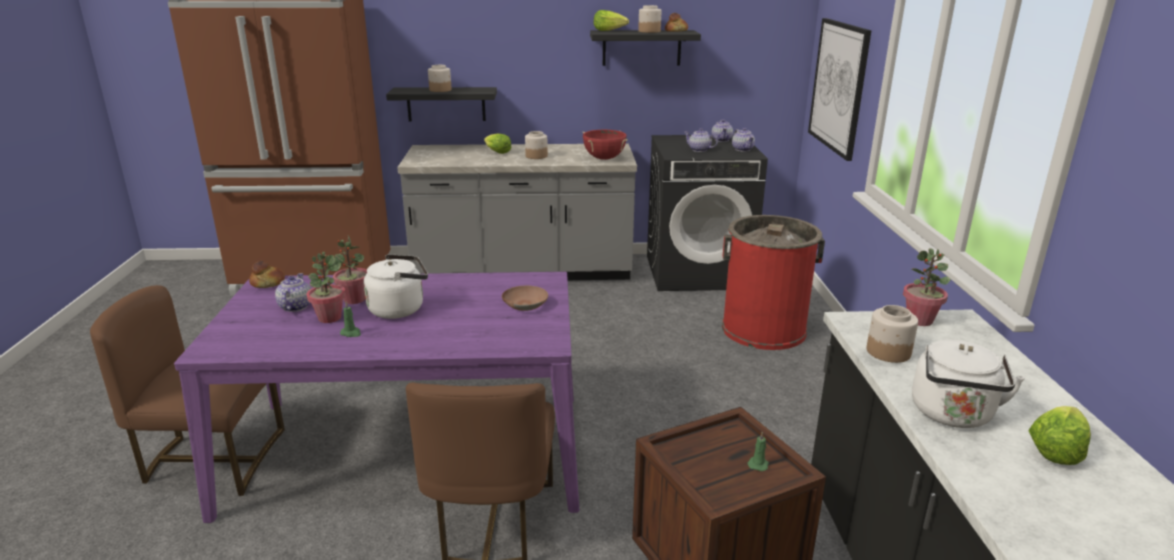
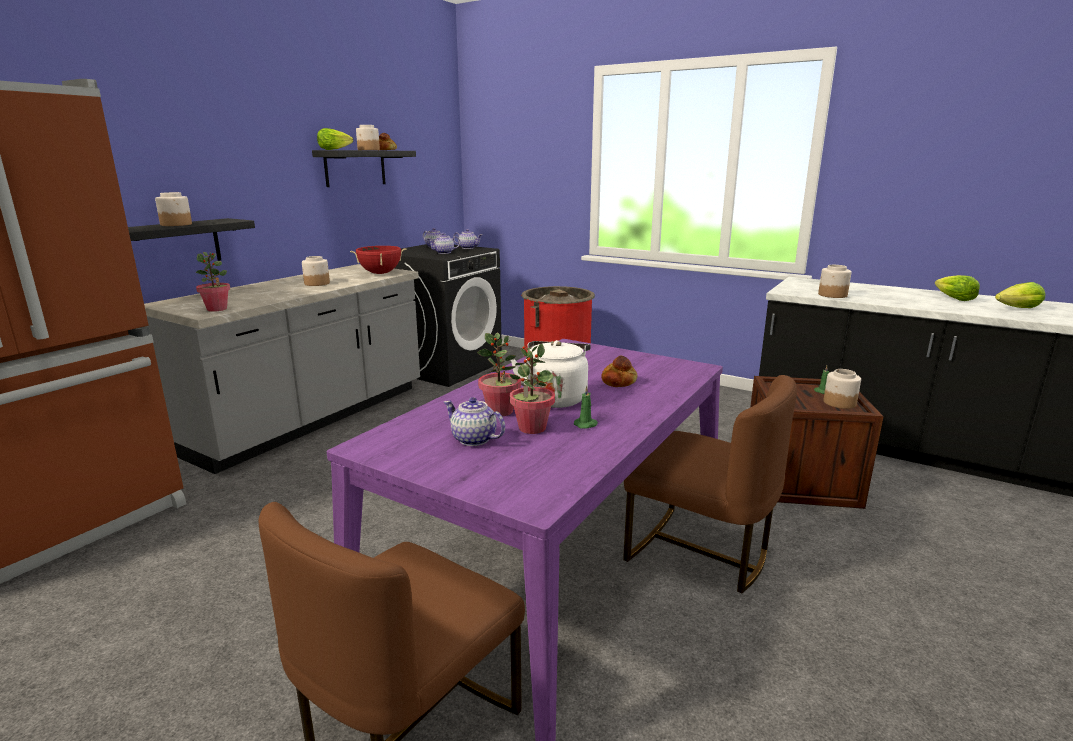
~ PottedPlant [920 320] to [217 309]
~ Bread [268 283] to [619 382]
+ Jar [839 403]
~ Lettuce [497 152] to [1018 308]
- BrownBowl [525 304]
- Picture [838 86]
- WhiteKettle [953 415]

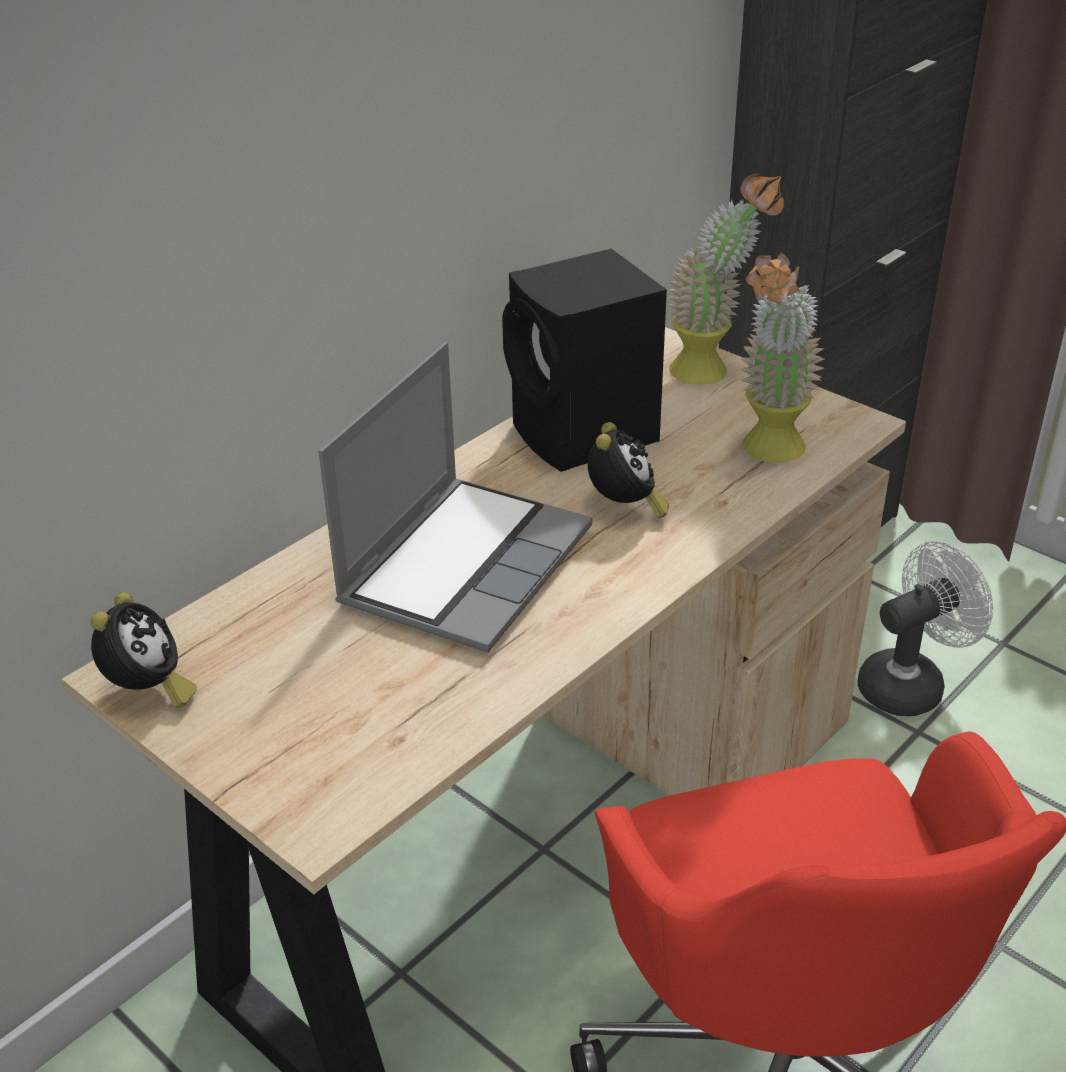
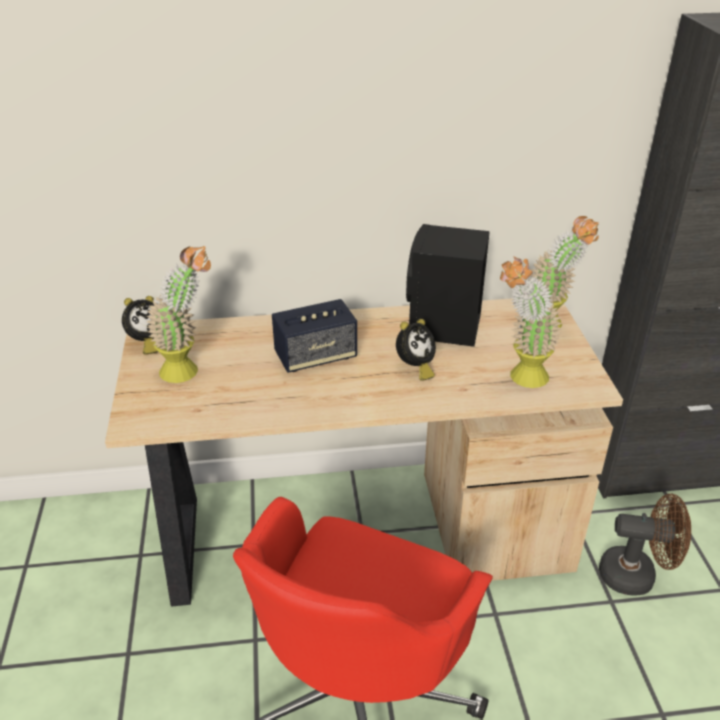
+ PottedPlant [189 370]
~ Laptop [465 564] to Speaker [315 356]
~ WhiteFan [910 683] to BrownFan [636 575]

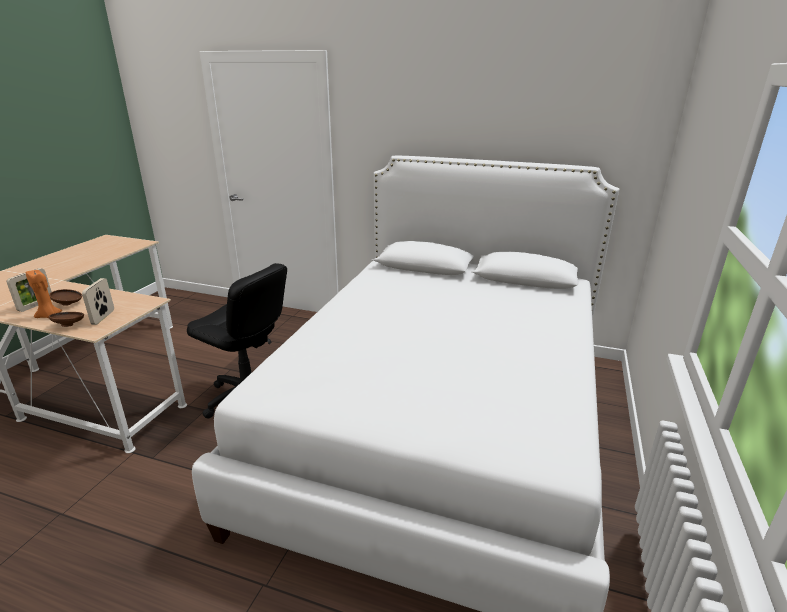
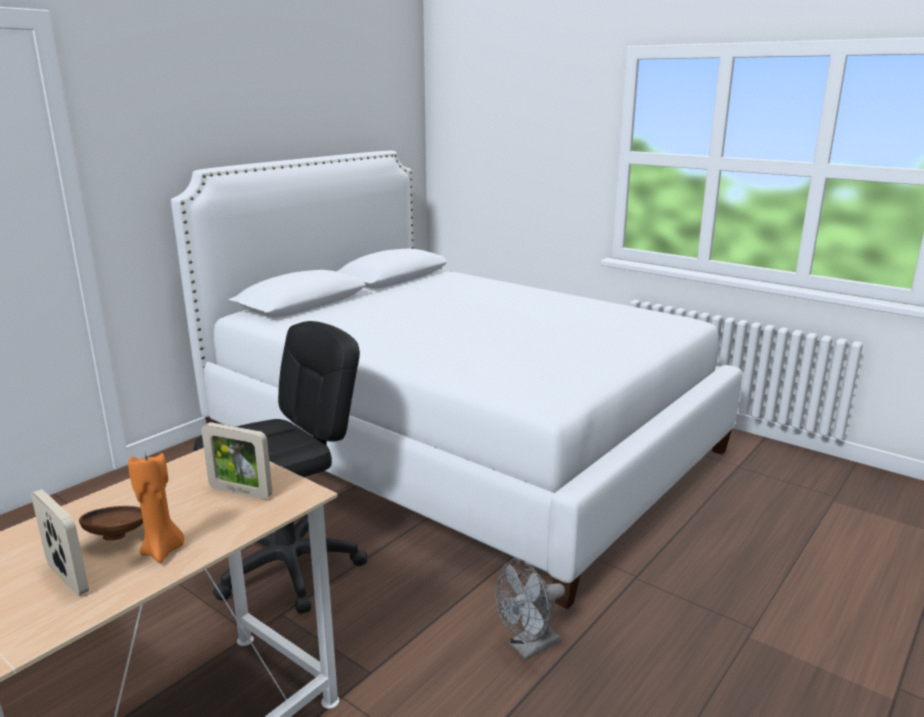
+ GreyFan [528 647]
- BrownBowl [70 325]

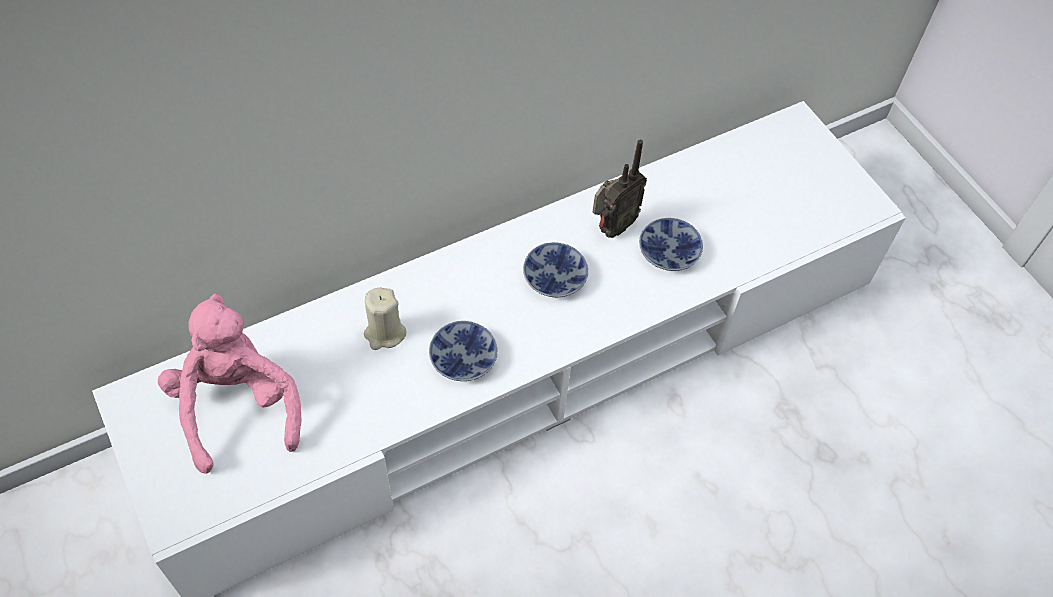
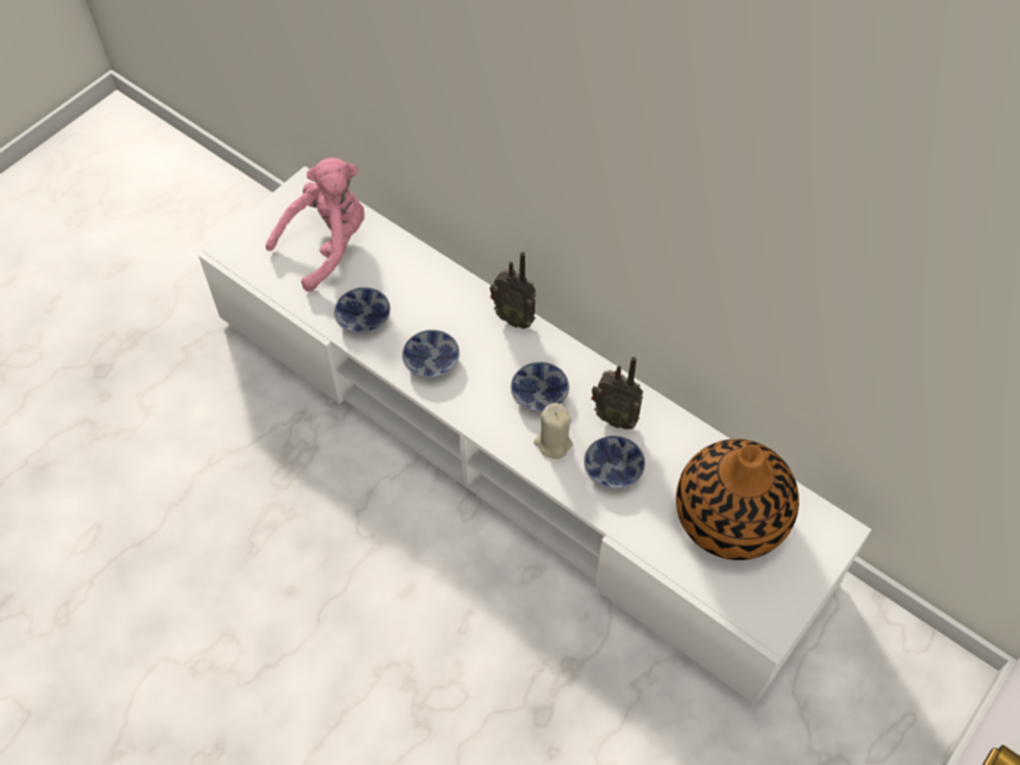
+ Bowl [364 316]
+ Radio [514 318]
~ BeigeCandle [384 333] to [553 443]
+ Vase [731 518]

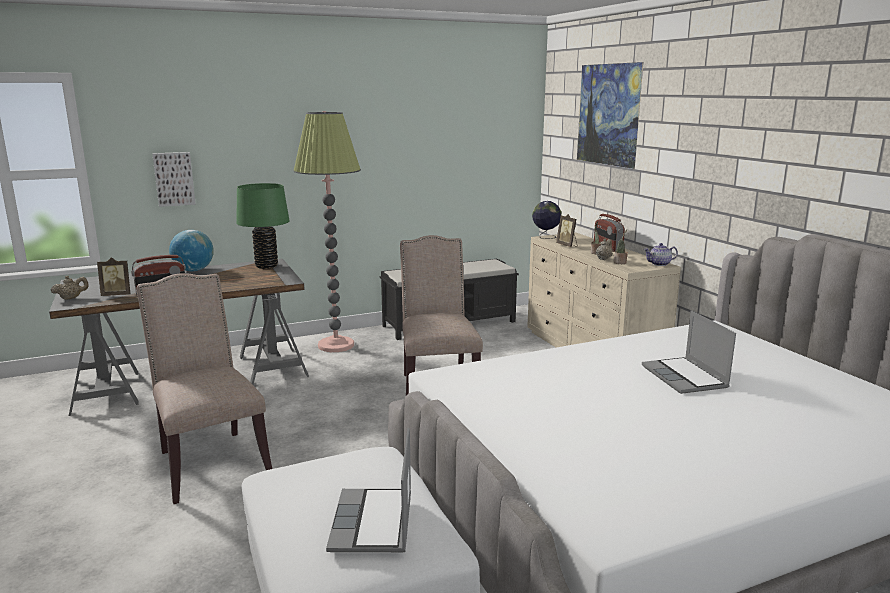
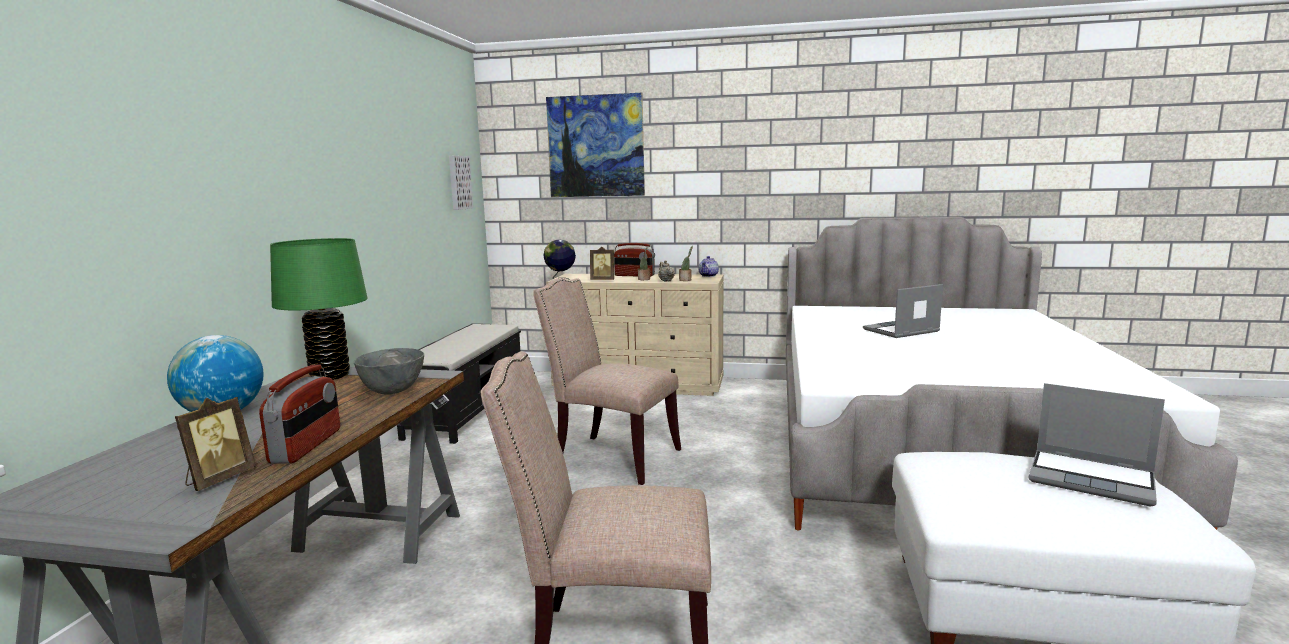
+ GreyBowl [392 391]
~ Picture [174 179] to [458 182]
~ Laptop [685 377] = [901 331] 135 degrees clockwise
- BeigeTeapot [71 298]
- FloorLamp [336 345]

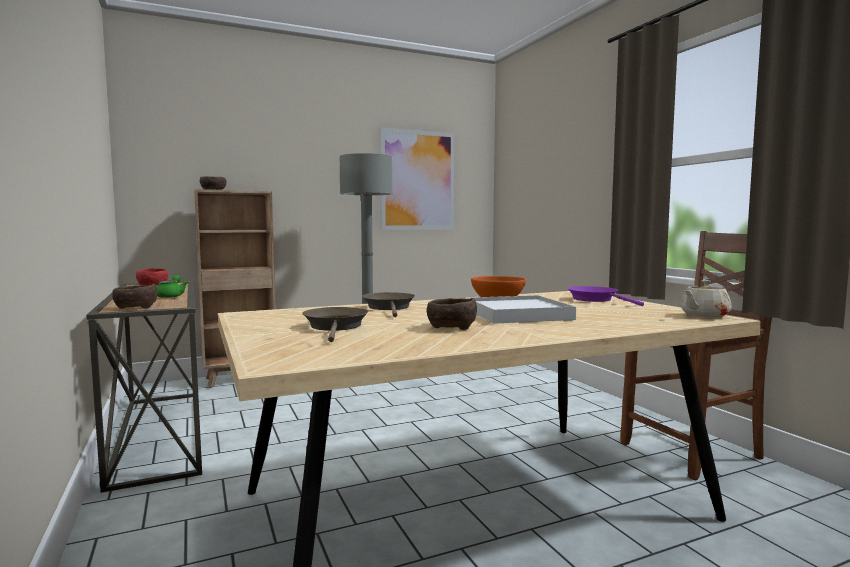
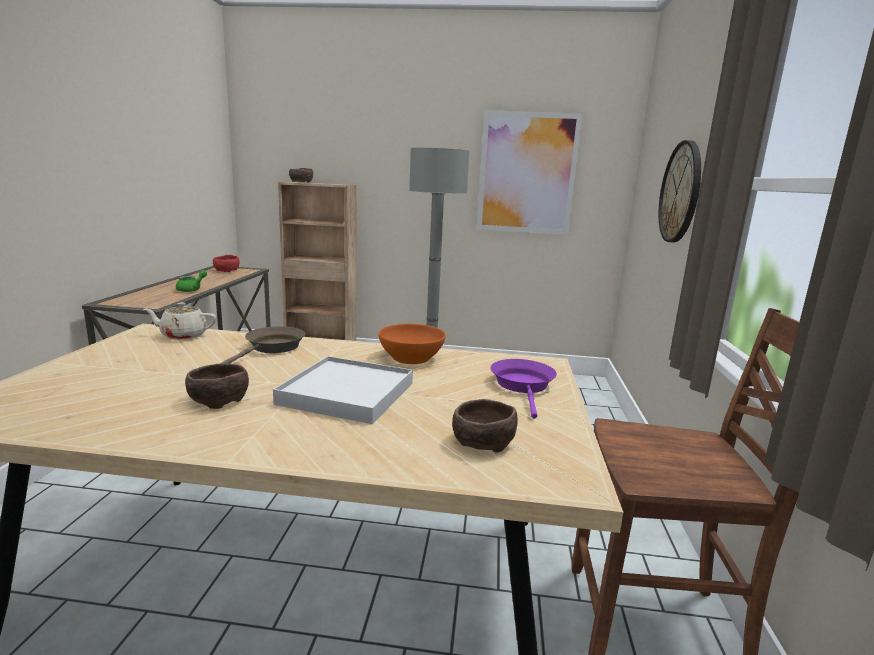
~ BeigeTeapot [703 315] to [183 335]
~ BrownBowl [135 307] to [481 442]
+ WallClock [680 192]
- BrownFryingPan [336 327]

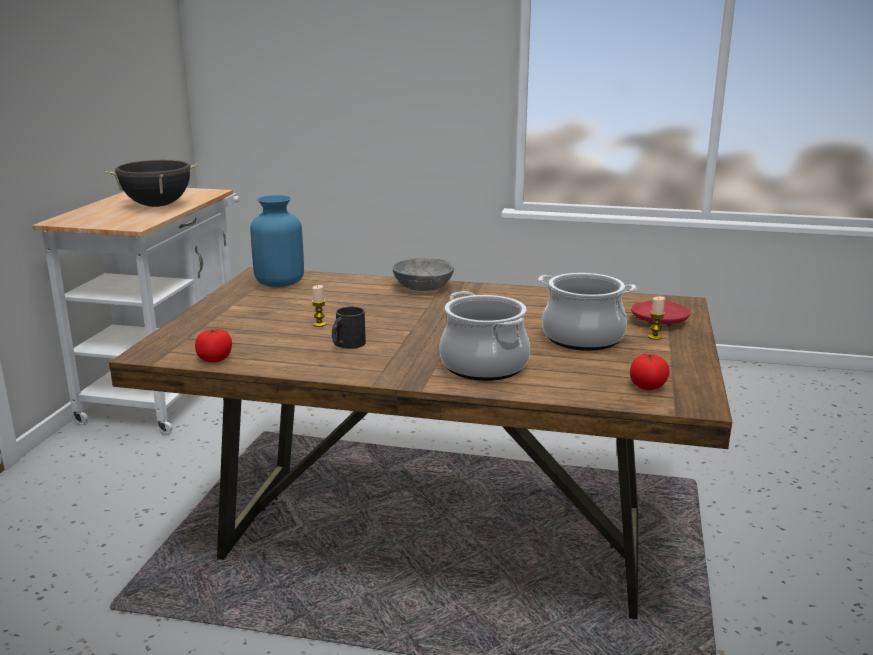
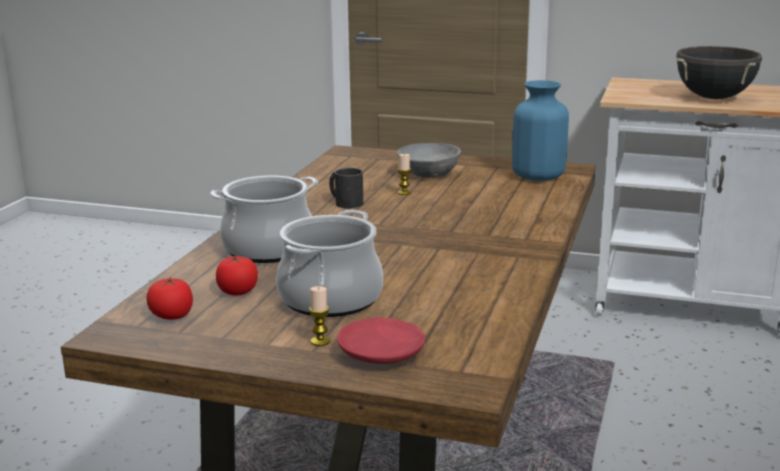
~ Tomato [215 359] to [238 292]
~ GreyBowl [422 287] to [429 173]

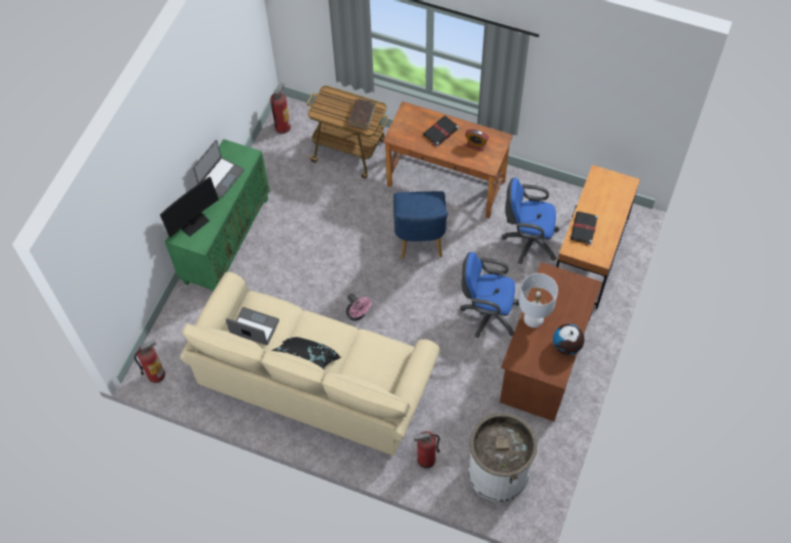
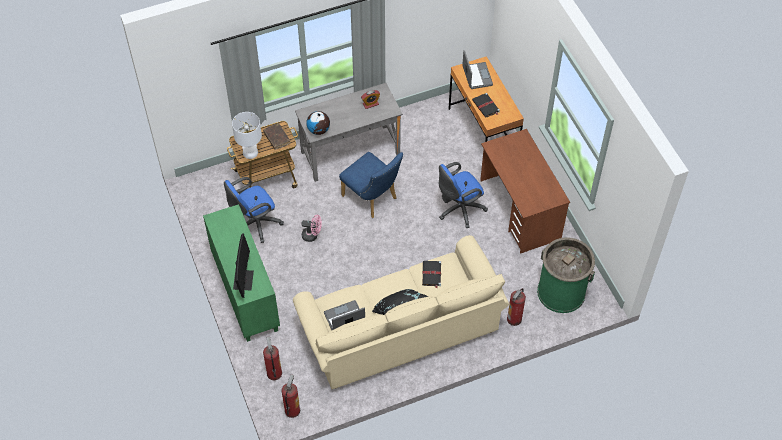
~ BlueOfficeChair [528 241] to [255 224]
~ WhiteTableLamp [534 318] to [250 152]
~ FireExtinguisher [282 127] to [274 373]
~ BrownDesk [446 182] to GreyDesk [350 152]
~ PinkFan [357 314] to [312 235]
~ Globe [566 346] to [319 130]
~ BlackBook [440 132] to [431 274]
~ Laptop [220 177] to [476 76]
~ WhiteTrashCan [498 472] to GreenTrashCan [561 292]

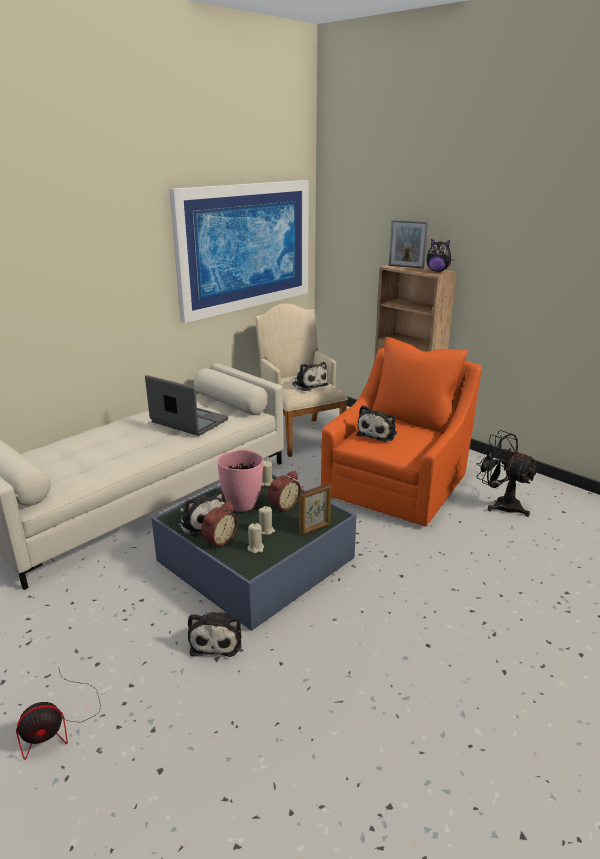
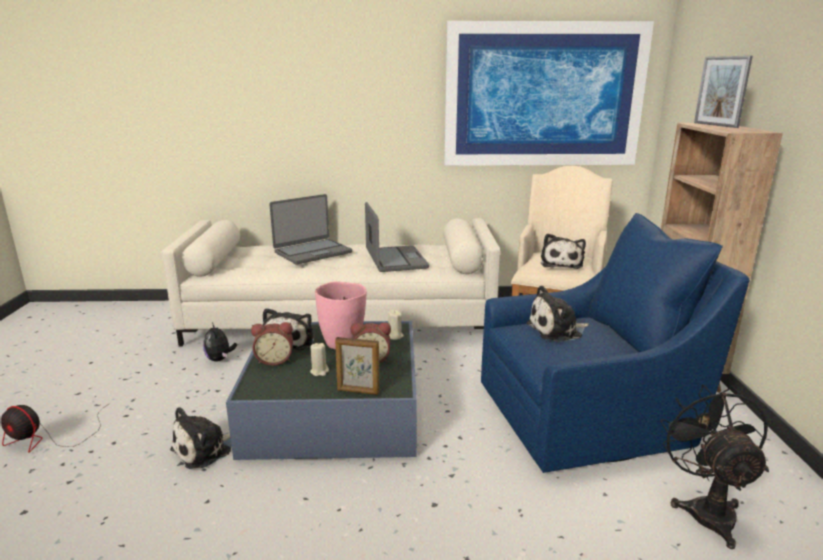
~ PlushToy [438 271] to [220 359]
+ Laptop [312 252]
~ OrangeArmchair [398 484] to BlueArmchair [589 415]
- BeigeCandle [255 548]

